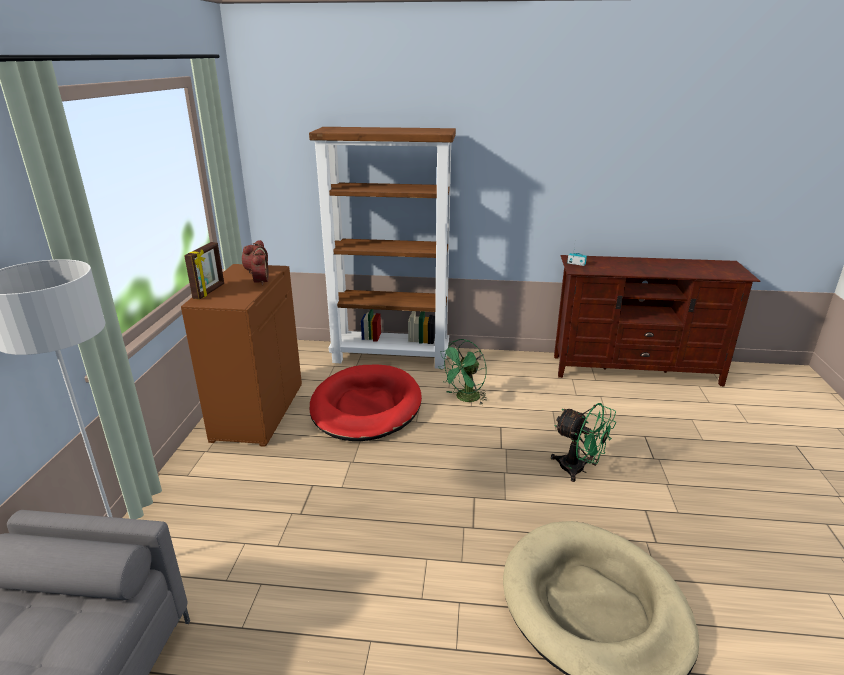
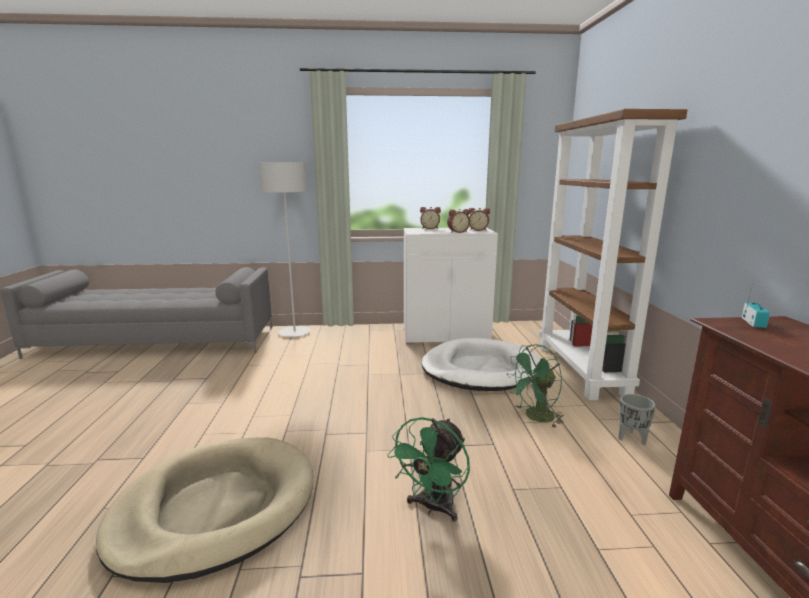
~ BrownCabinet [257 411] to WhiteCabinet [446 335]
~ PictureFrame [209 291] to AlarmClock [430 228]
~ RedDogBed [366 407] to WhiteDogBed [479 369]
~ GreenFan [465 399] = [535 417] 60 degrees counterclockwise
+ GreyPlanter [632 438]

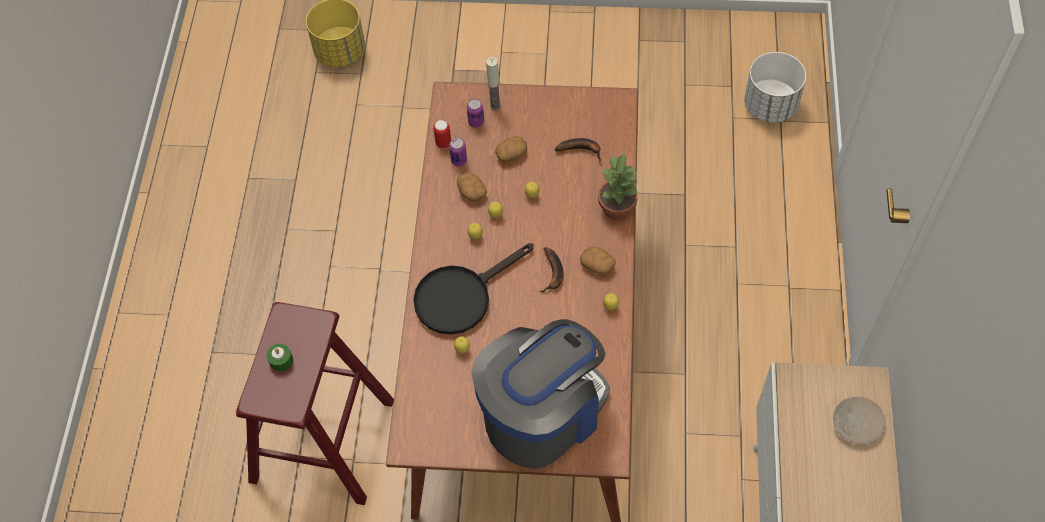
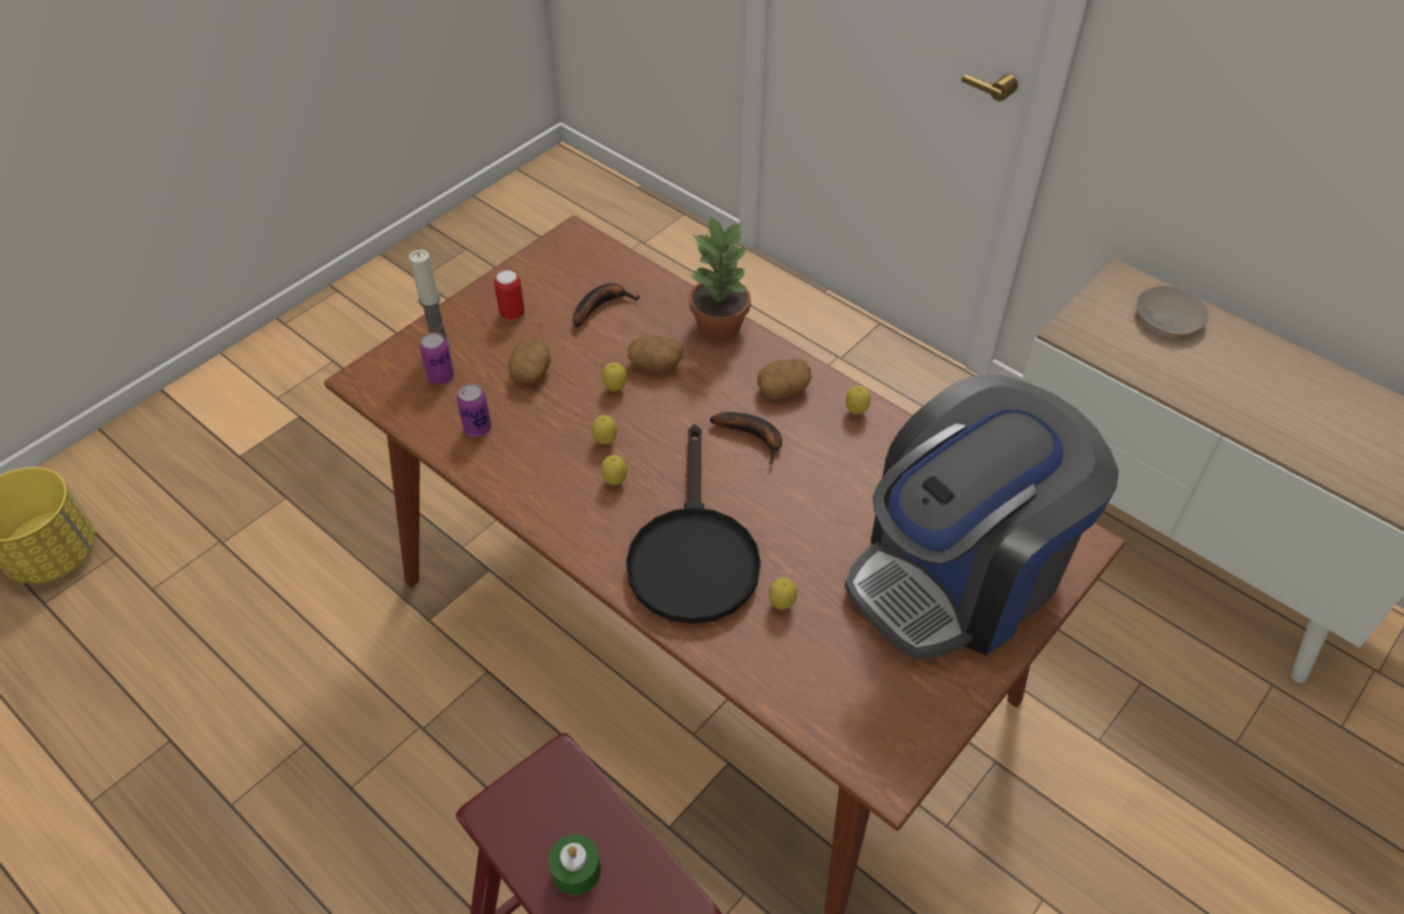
~ Can [443 143] to [512 314]
~ Potato [471 192] to [655 364]
~ CoffeeMachine [542 413] = [959 574] 120 degrees counterclockwise
- WhitePlanter [770 106]

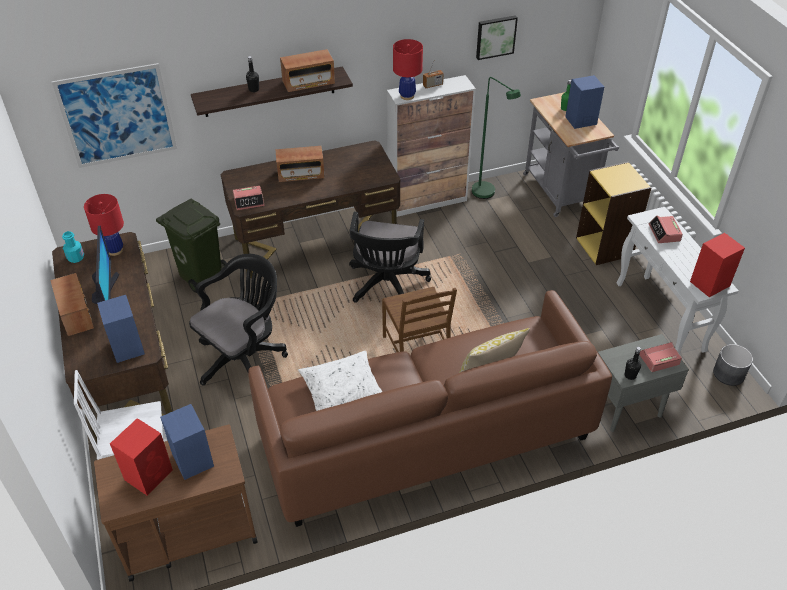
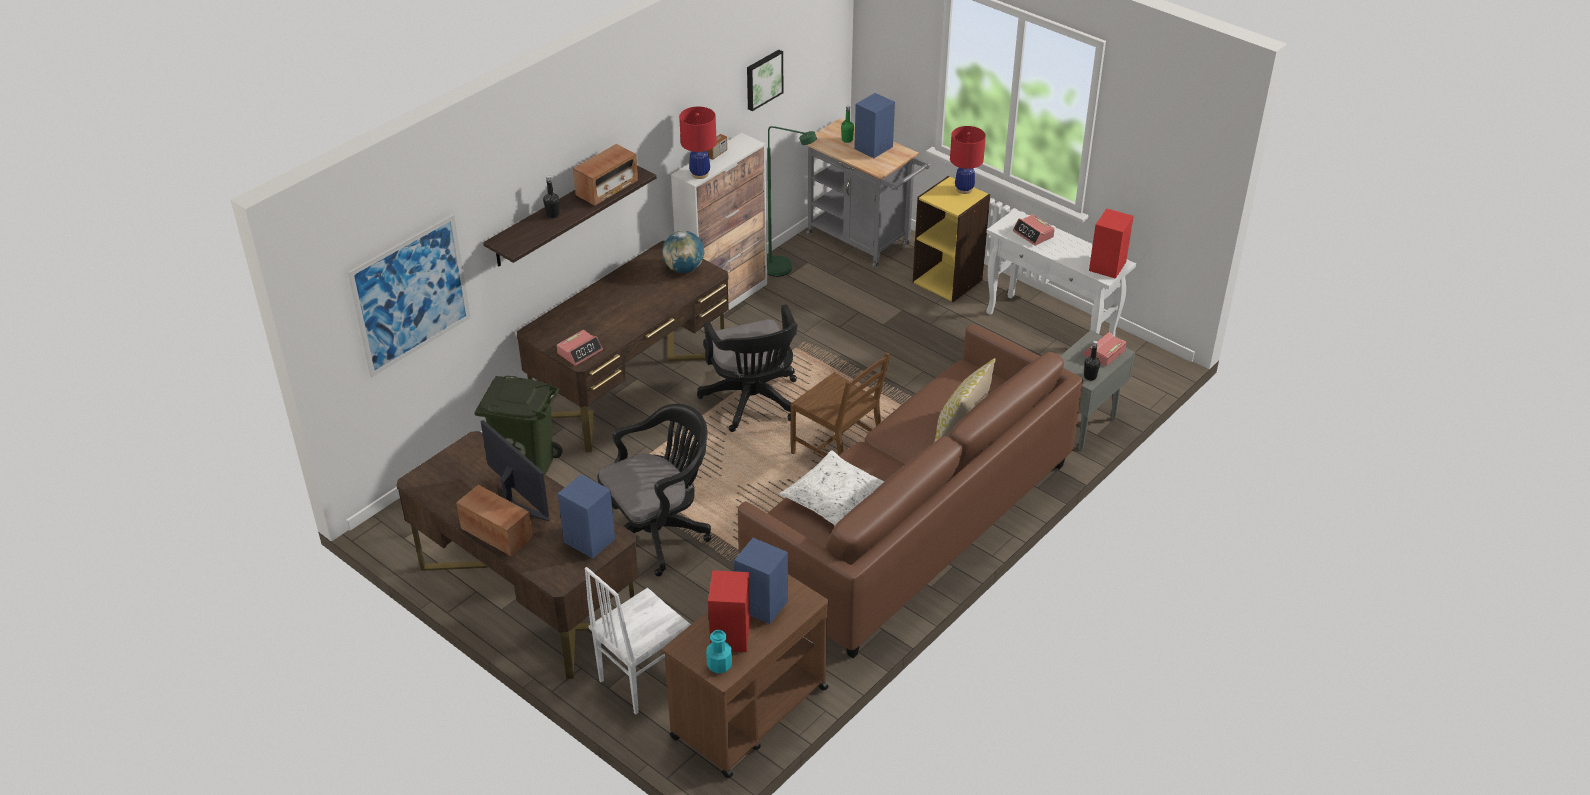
~ BlackOfficeChair [244 357] = [658 532] 45 degrees clockwise
+ Globe [684 269]
~ TurquoiseBottle [76 257] to [719 665]
~ RedTableLamp [115 250] to [964 189]
- Radio [301 174]
- GreyPlanter [729 374]

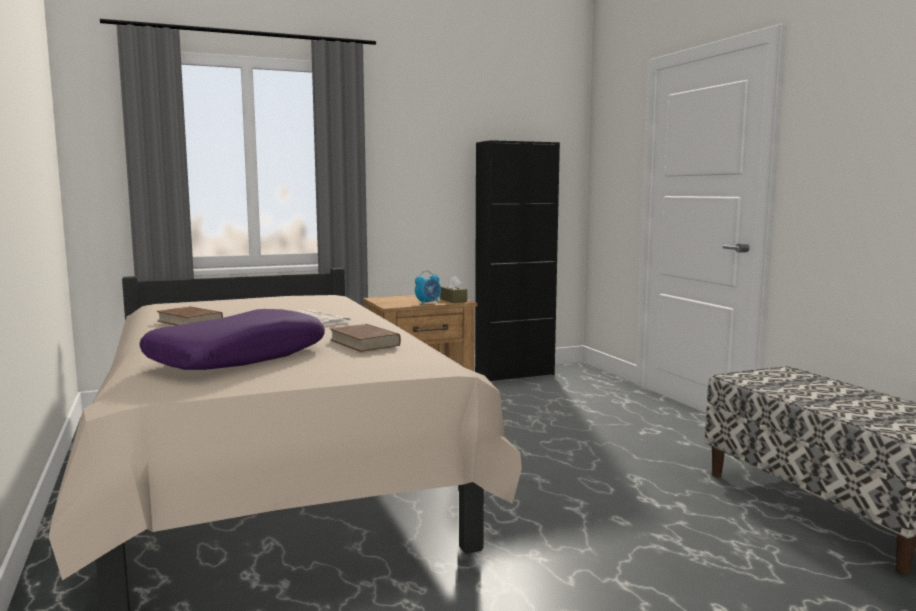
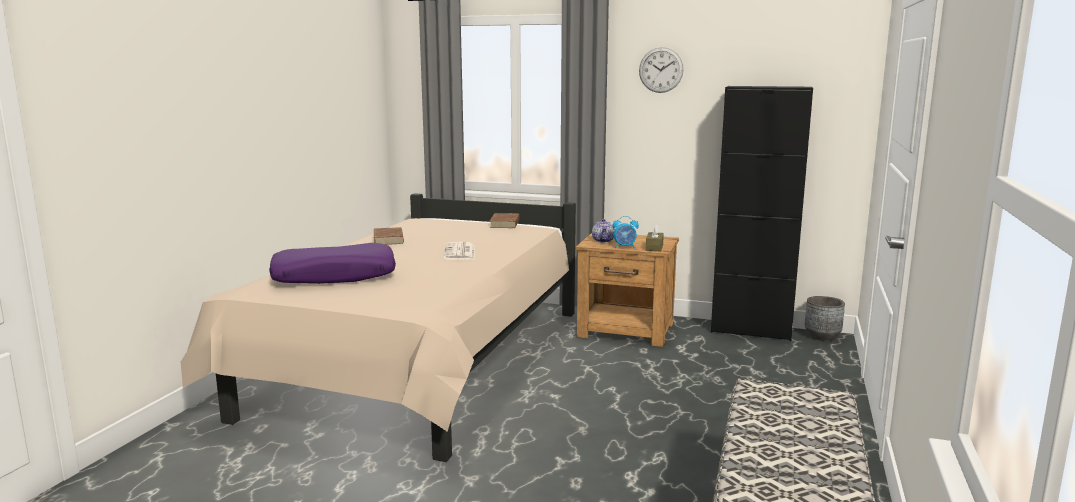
~ BrownBook [364 343] to [505 224]
+ Teapot [603 240]
+ WallClock [661 70]
+ GreyPlanter [822 336]

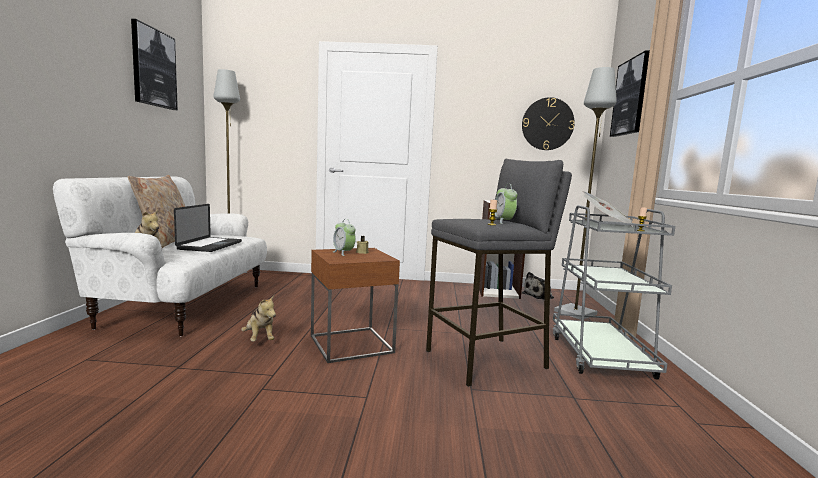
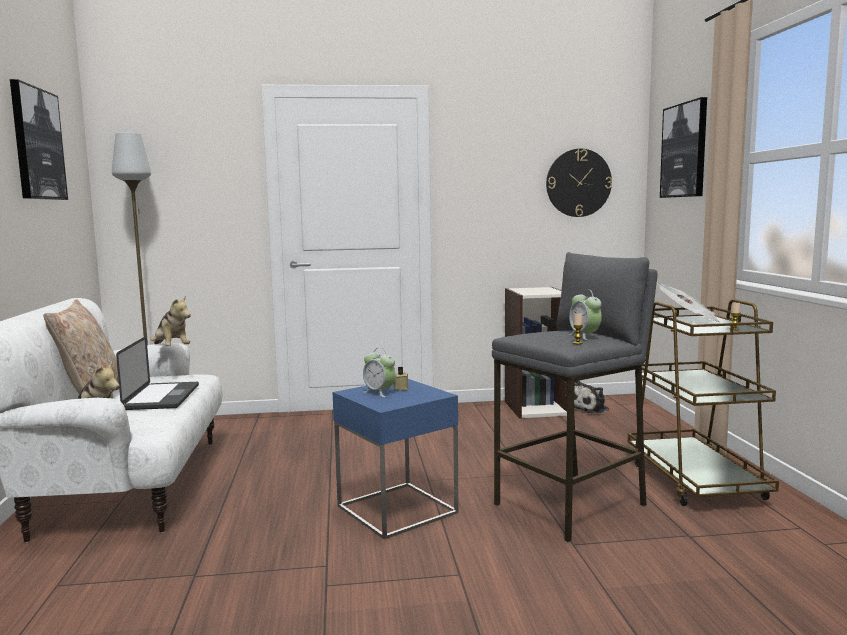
~ PlushToy [259 339] to [171 349]
~ BrownSideTable [351 344] to BlueSideTable [397 509]
~ GreyCart [600 356] to BrownCart [695 480]
- GreyFloorLamp [576 313]

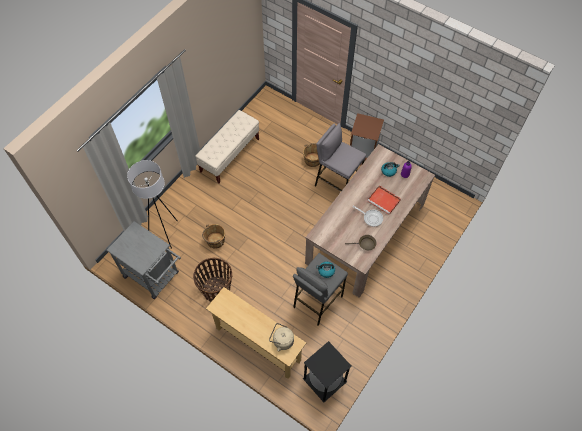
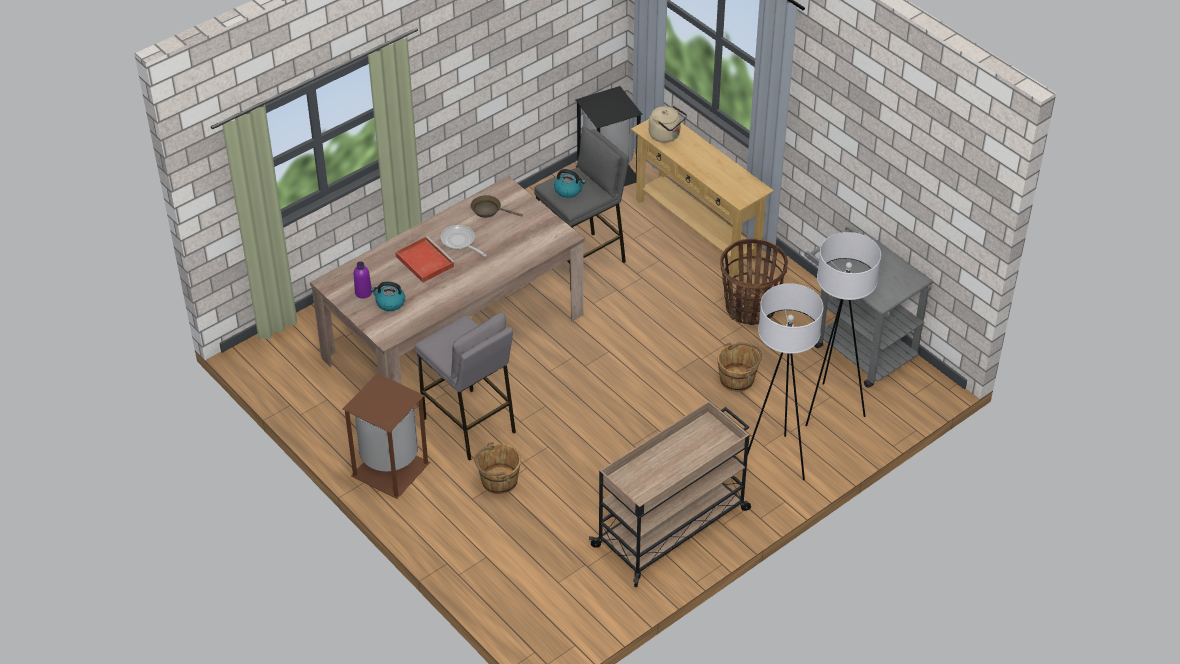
~ BeigeBench [230 155] to BeigeCart [673 527]
+ WhiteFloorLamp [776 461]

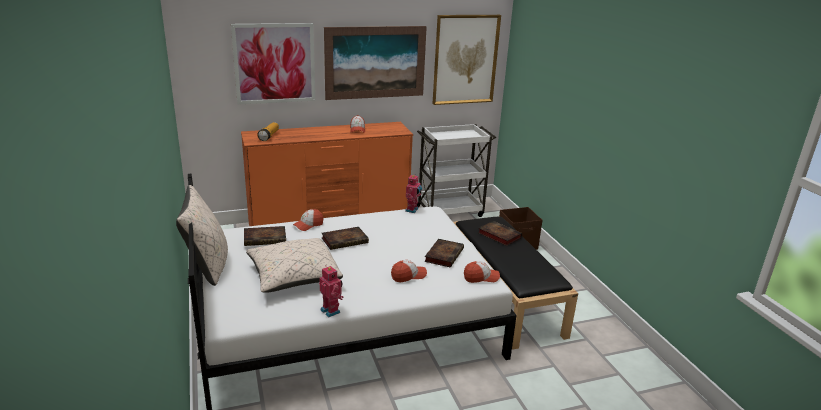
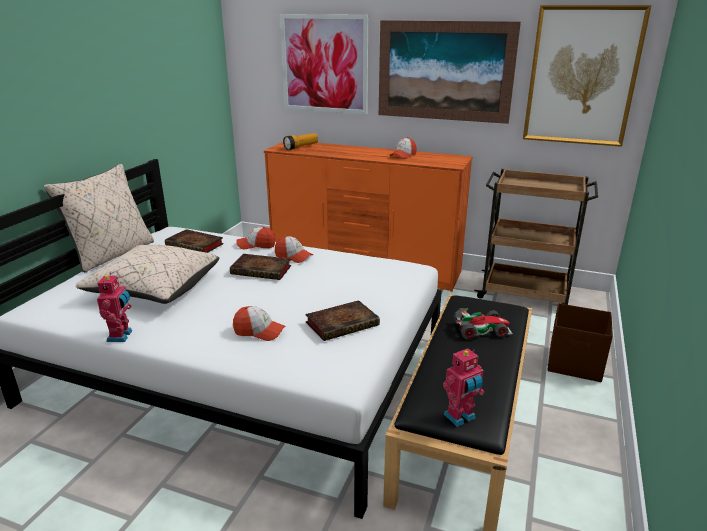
~ Cap [481 277] to [293 256]
~ ToyRobot [412 210] to [460 417]
~ Book [498 235] to ToyCar [481 329]
~ WhiteCart [450 211] to BrownCart [525 293]

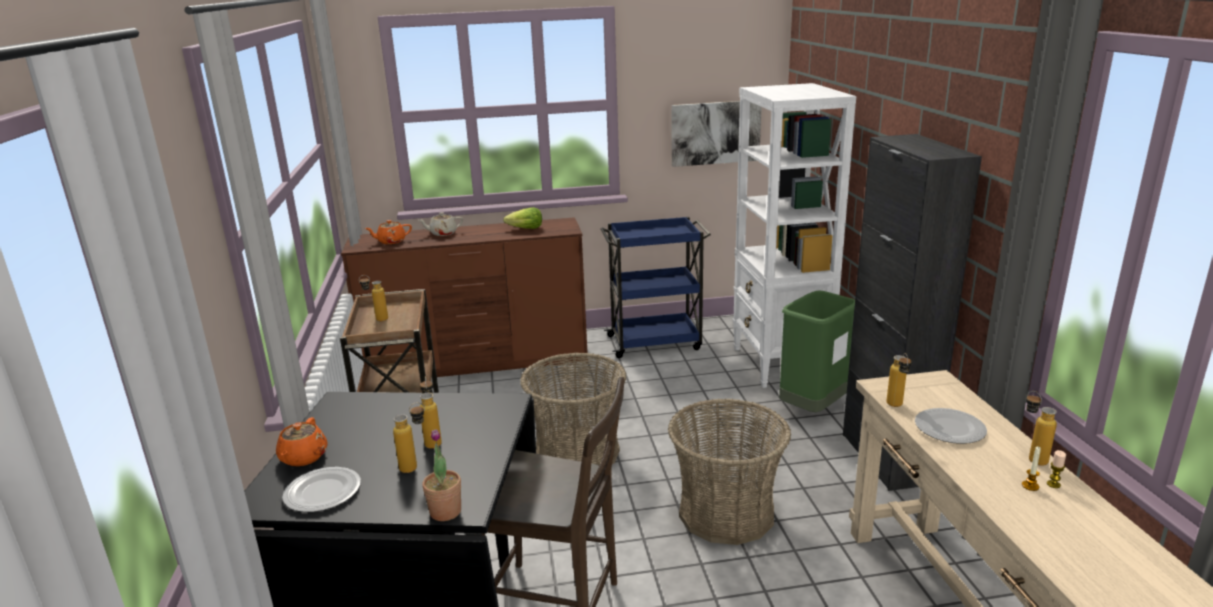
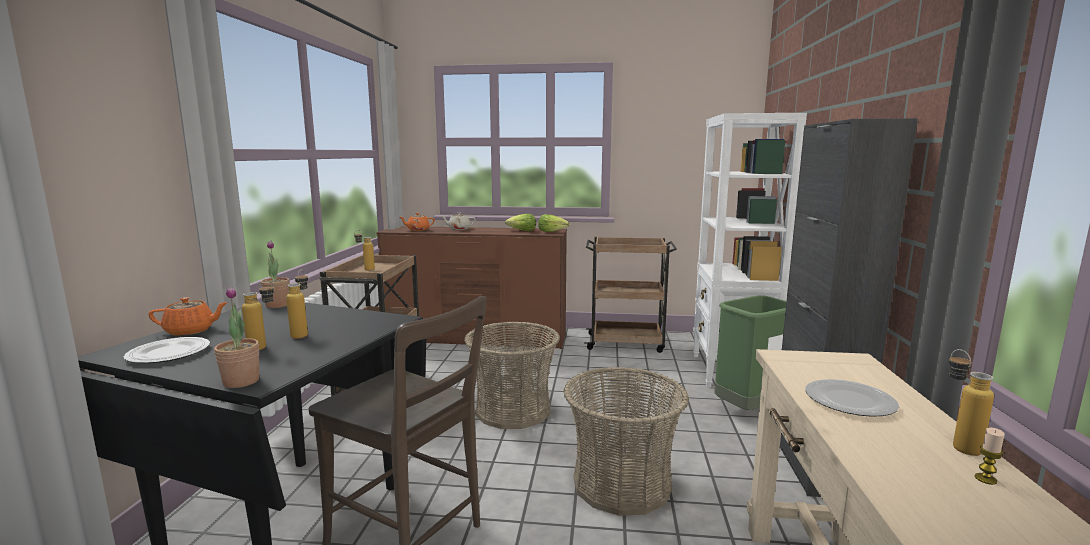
~ OrangeTeapot [303 458] = [191 331] 120 degrees counterclockwise
+ PottedPlant [277 305]
+ Lettuce [552 231]
~ BlueCart [656 342] to BrownCart [626 343]
- Picture [715 132]
- Bottle [896 407]
- Candle [1030 486]

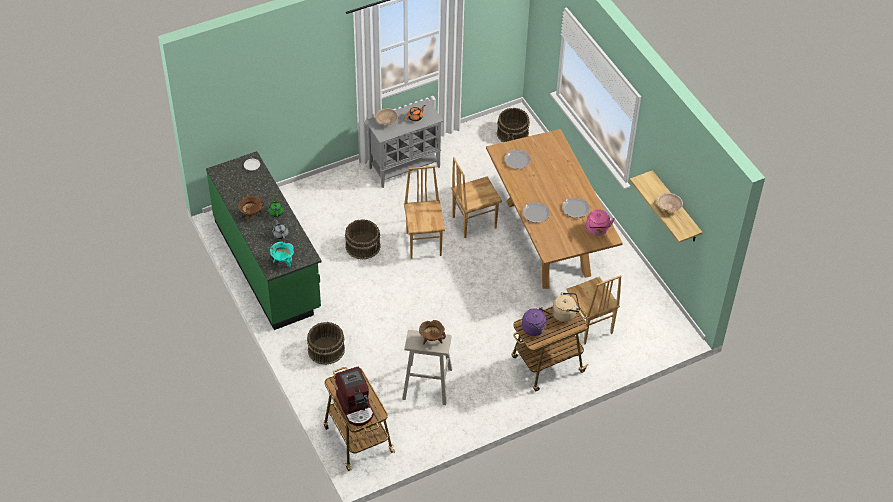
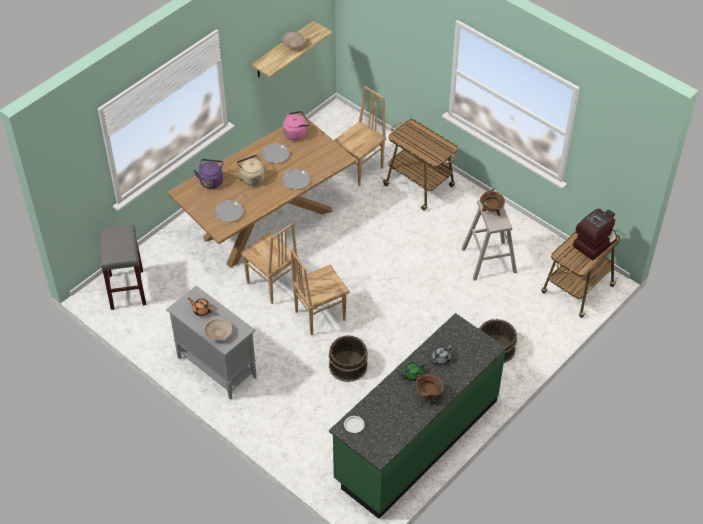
~ BrownBucket [513 133] to GreyStool [126 289]
~ PurpleKettle [535 329] to [211 181]
~ BeigeKettle [565 314] to [251 178]
- TurquoiseCookingPot [283 261]

